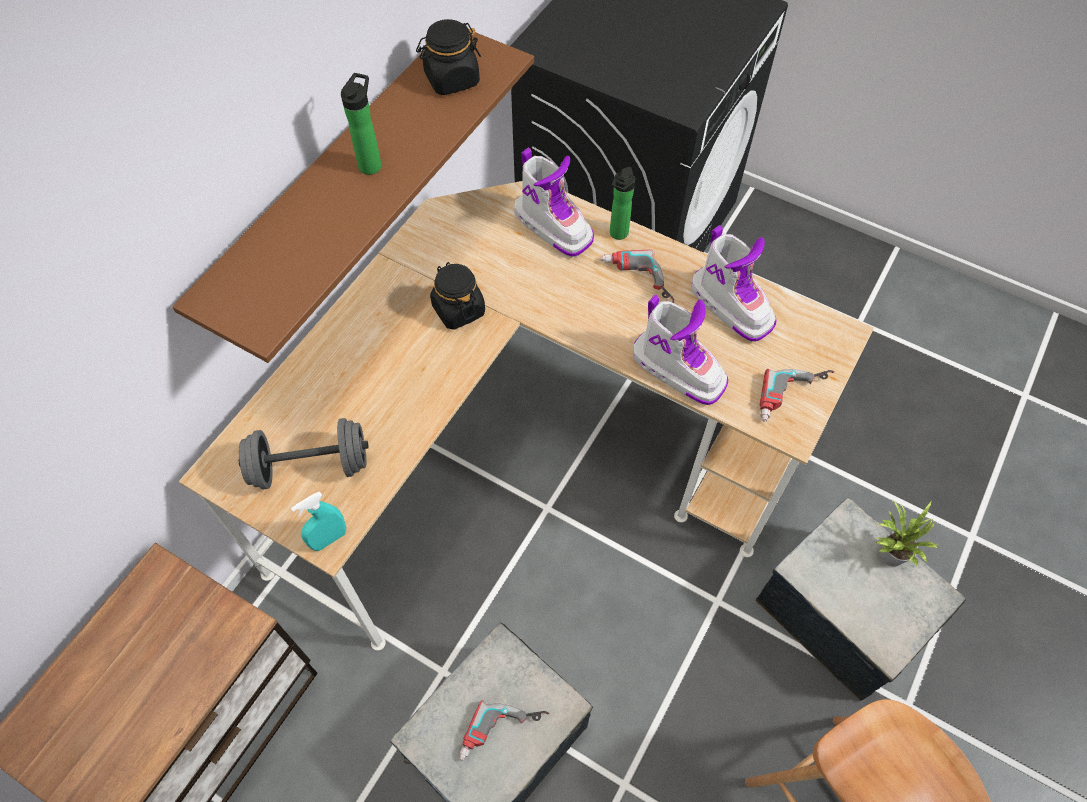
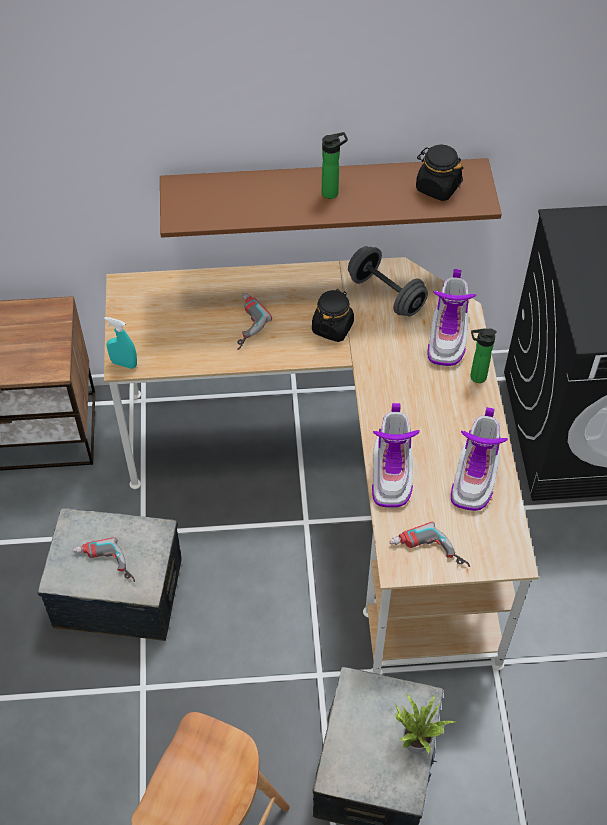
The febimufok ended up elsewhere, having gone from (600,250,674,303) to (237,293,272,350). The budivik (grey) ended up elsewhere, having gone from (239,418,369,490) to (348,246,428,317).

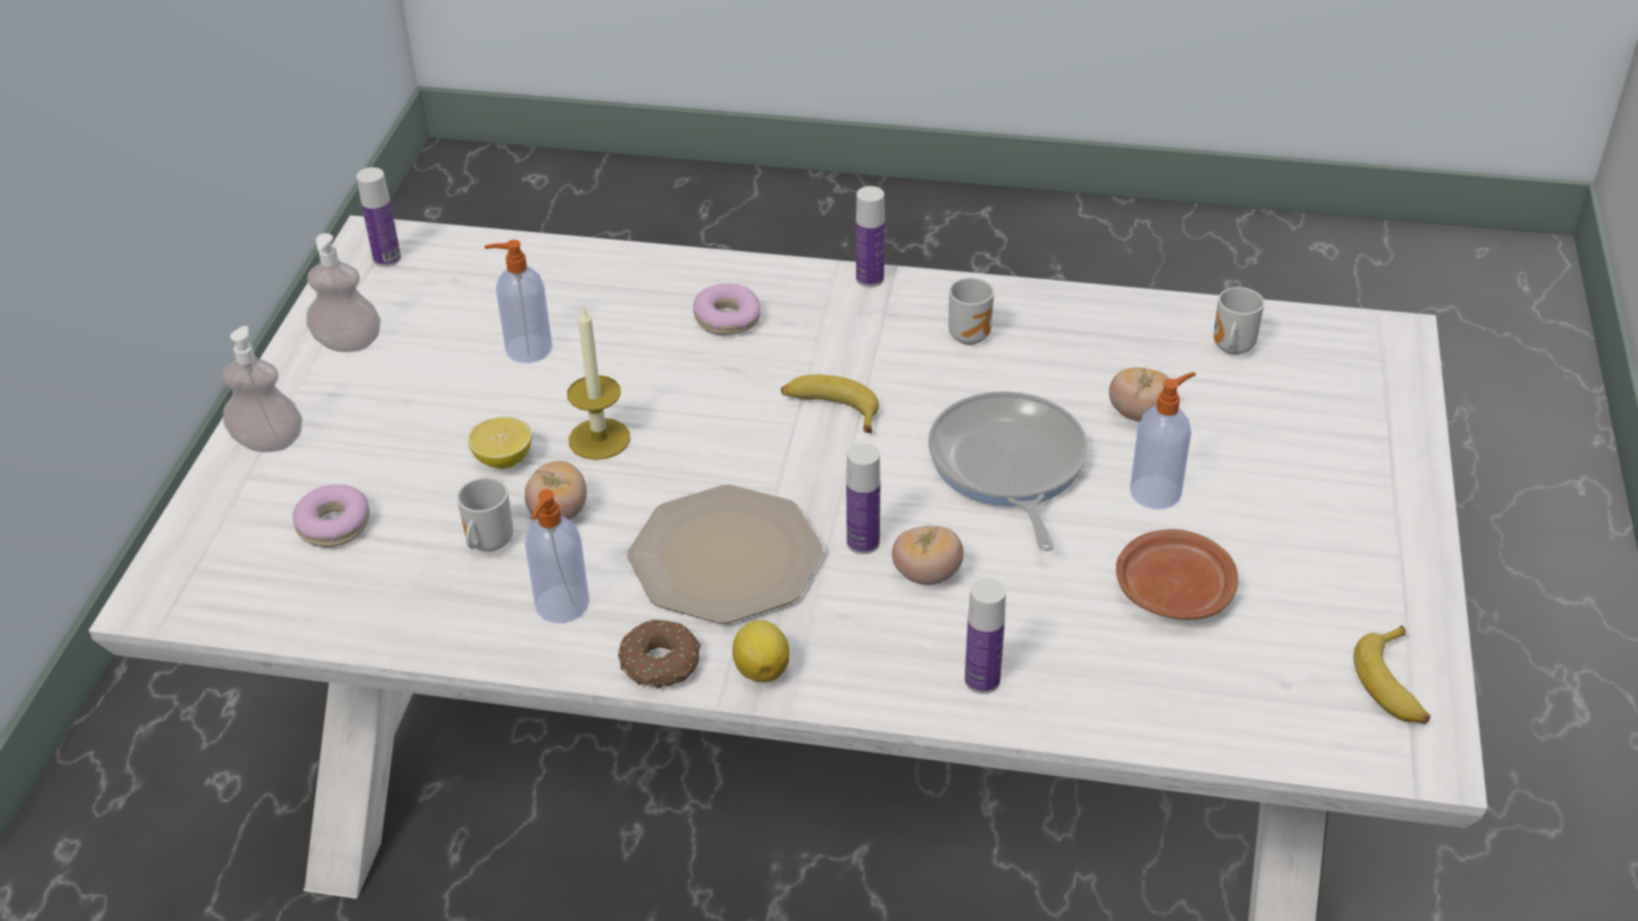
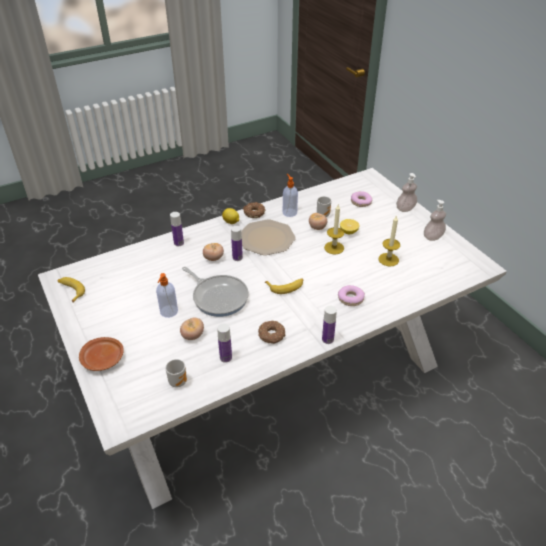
The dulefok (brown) ended up elsewhere, having gone from (1116,529,1238,620) to (79,337,124,371). The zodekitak ended up elsewhere, having gone from (356,167,401,267) to (217,323,232,363). Where the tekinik stood at (948,278,994,345), the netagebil came to stand at (258,321,285,344). Where the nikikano stood at (484,240,552,363), the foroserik came to stand at (378,215,400,267).

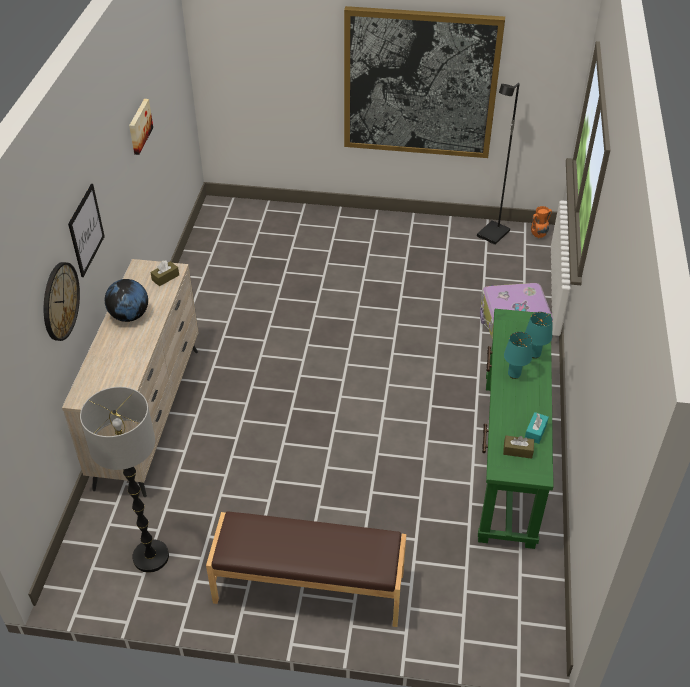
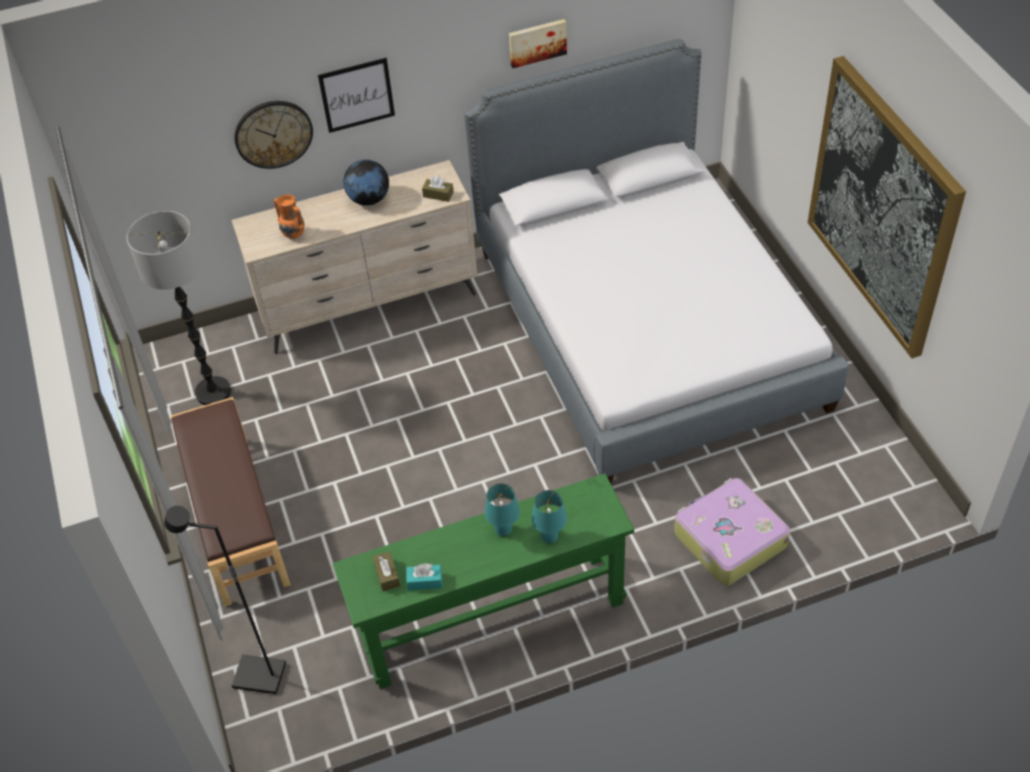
The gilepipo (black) ended up elsewhere, having gone from (477,83,520,245) to (164,506,286,694). The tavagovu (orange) ended up elsewhere, having gone from (531,206,552,239) to (274,194,305,239). The second view gained the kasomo at (464,39,848,484).

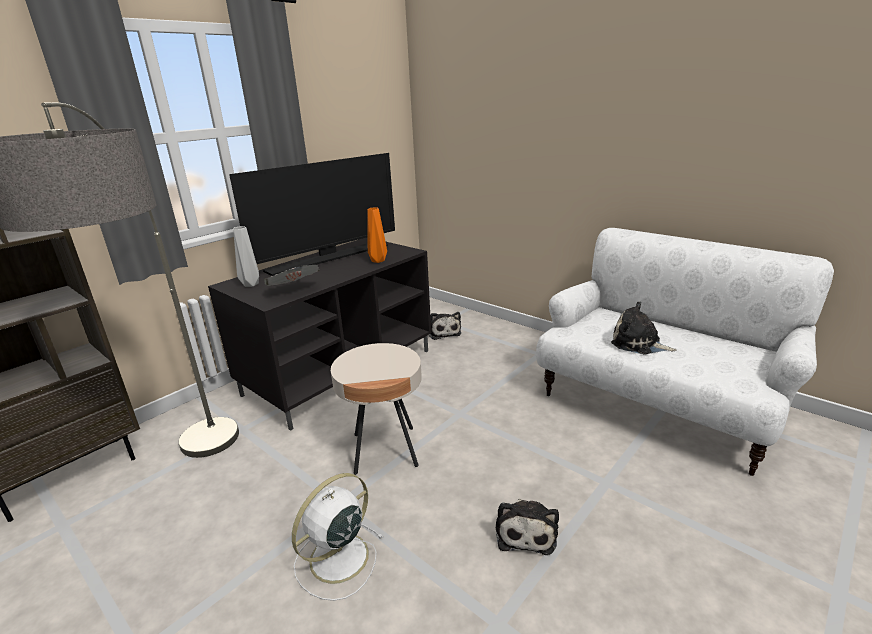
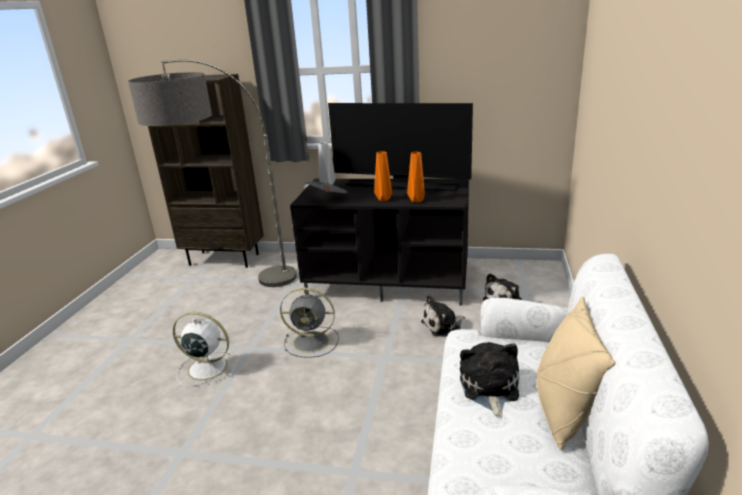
Where the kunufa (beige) stood at (331,343,422,475), the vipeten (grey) came to stand at (280,288,339,358). The second view gained the tavagovu (orange) at (374,151,392,201). The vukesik ended up elsewhere, having gone from (496,498,559,555) to (421,295,465,337). The second view gained the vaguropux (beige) at (536,297,616,450).

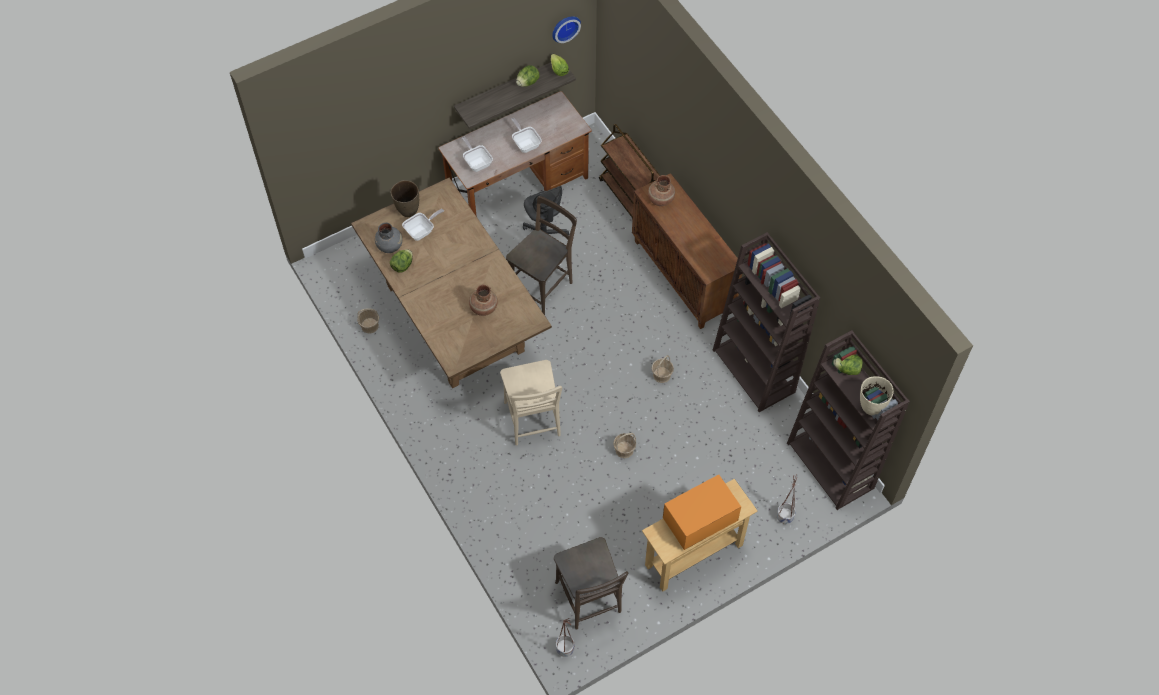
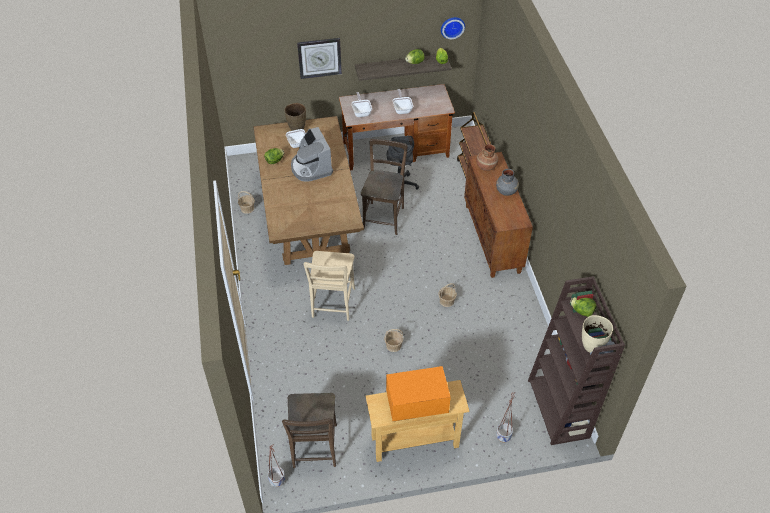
The second view gained the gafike at (291,127,333,182). The second view gained the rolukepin at (297,38,342,79). The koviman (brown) at (506,196,577,315) ended up facing another way, 45 degrees counterclockwise from before. The tavagovu (grey) ended up elsewhere, having gone from (375,223,403,253) to (496,169,519,196). The second view lost the tavagovu (brown) at (469,285,498,316). The second view lost the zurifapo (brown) at (713,232,820,412).

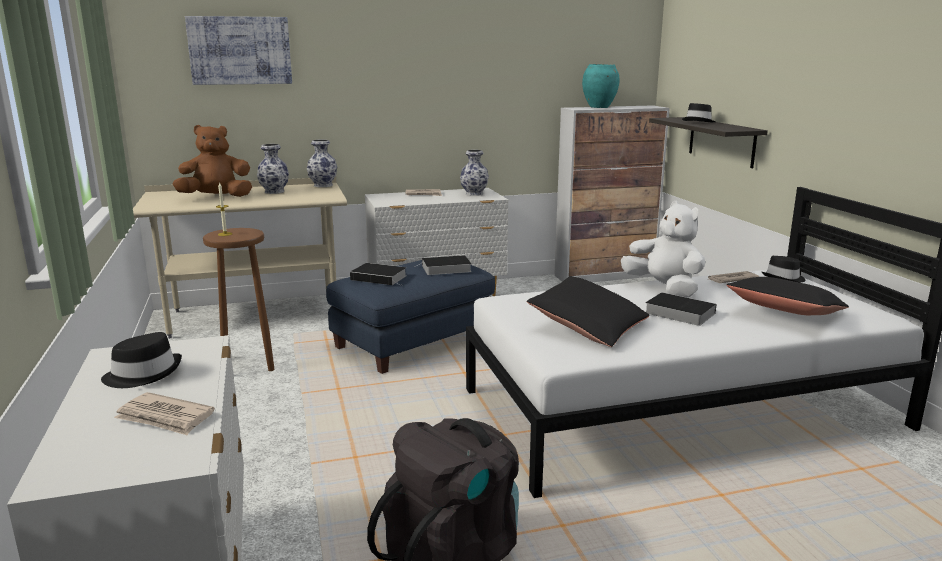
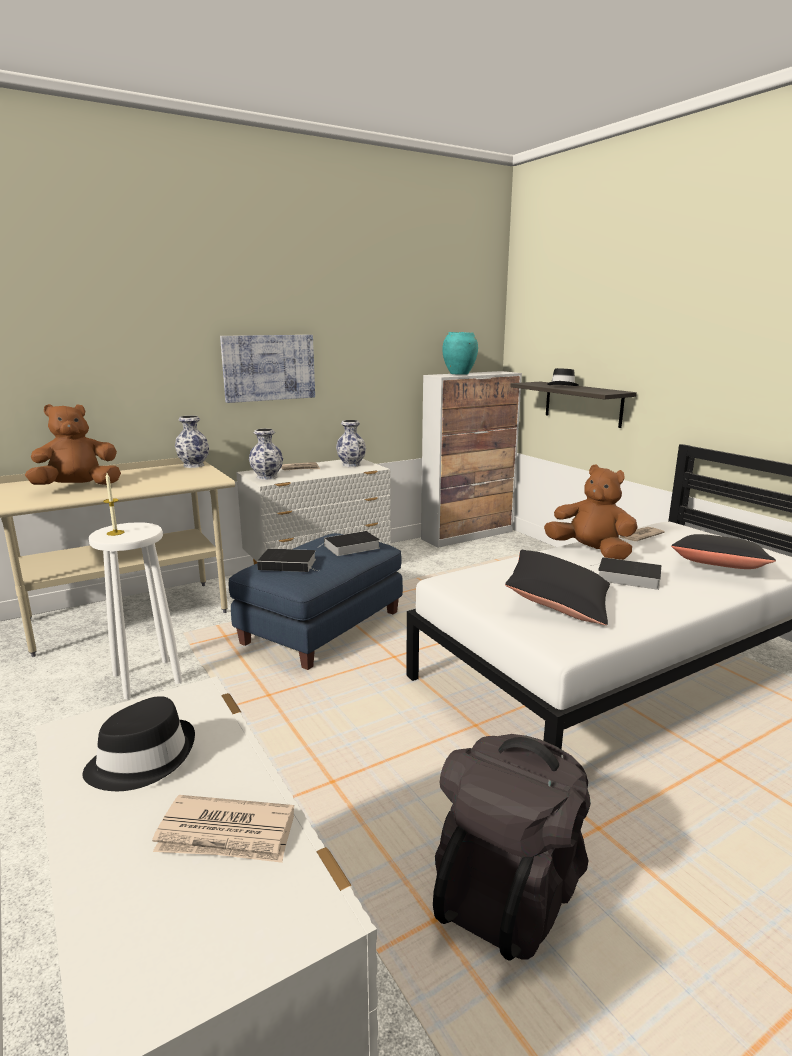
What was the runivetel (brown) at (203,228,275,371) turned into the runivetel (white) at (89,522,182,699). The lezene ended up elsewhere, having gone from (185,16,292,85) to (220,335,315,403). The tavagovu ended up elsewhere, having gone from (257,144,289,194) to (249,429,283,480). What was the vukesik (white) at (621,201,705,298) turned into the vukesik (brown) at (544,464,638,560). The second view lost the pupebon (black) at (762,256,806,283).

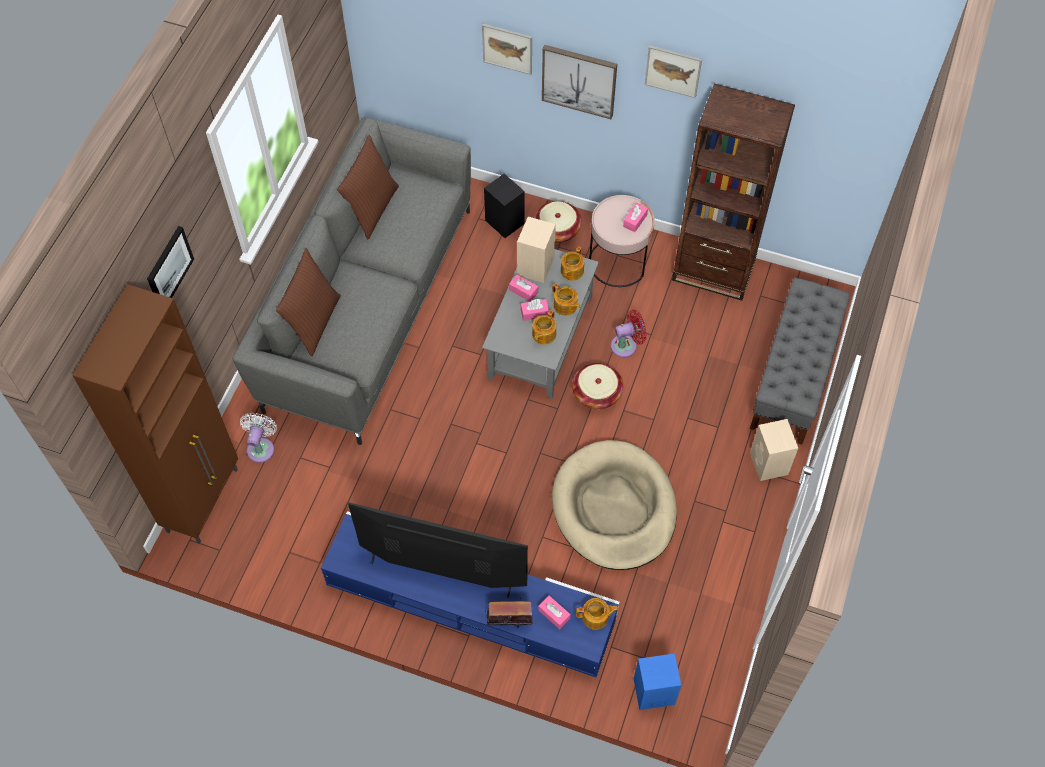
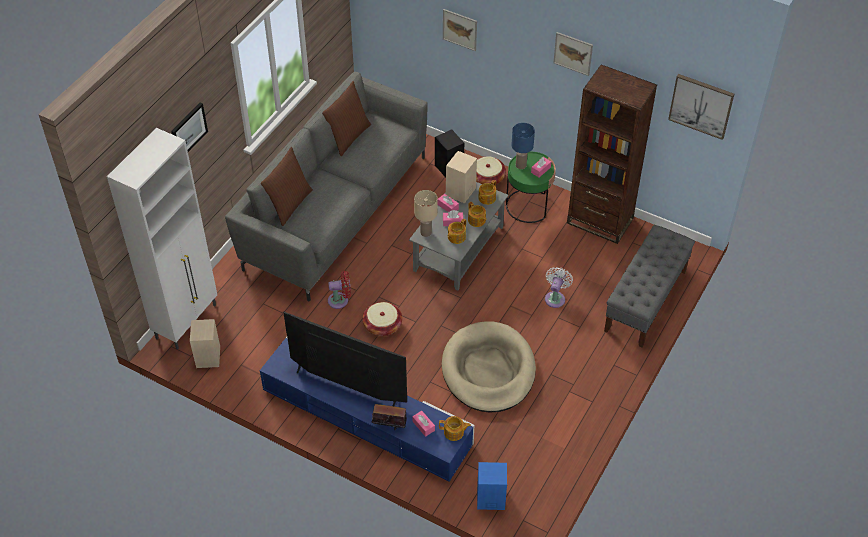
What was the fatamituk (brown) at (72,284,238,544) turned into the fatamituk (white) at (107,128,217,350). The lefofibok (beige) ended up elsewhere, having gone from (750,419,798,481) to (190,319,220,368). The vipeten (red) ended up elsewhere, having gone from (611,310,647,358) to (328,271,351,309). The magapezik ended up elsewhere, having gone from (572,363,623,409) to (363,302,402,337). The second view gained the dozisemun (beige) at (414,190,437,237). What was the kunufa (pink) at (589,195,655,287) turned into the kunufa (green) at (506,152,556,223). The second view gained the dozisemun (blue) at (511,123,535,169). The vipeten (white) ended up elsewhere, having gone from (240,413,277,463) to (545,267,573,308). The lezene ended up elsewhere, having gone from (542,45,617,119) to (668,74,734,140).

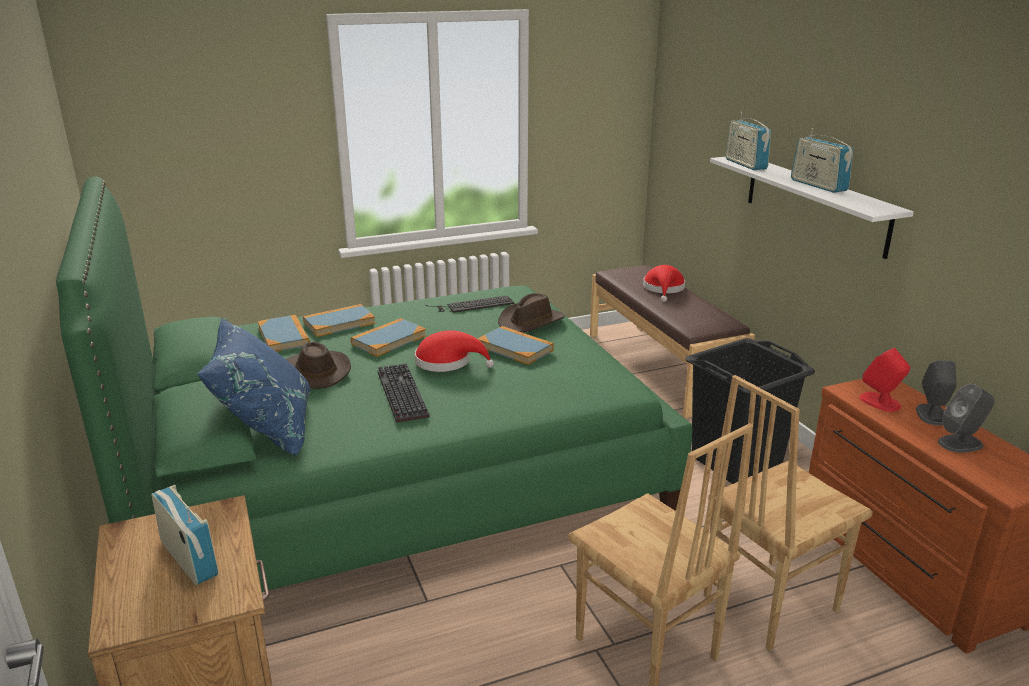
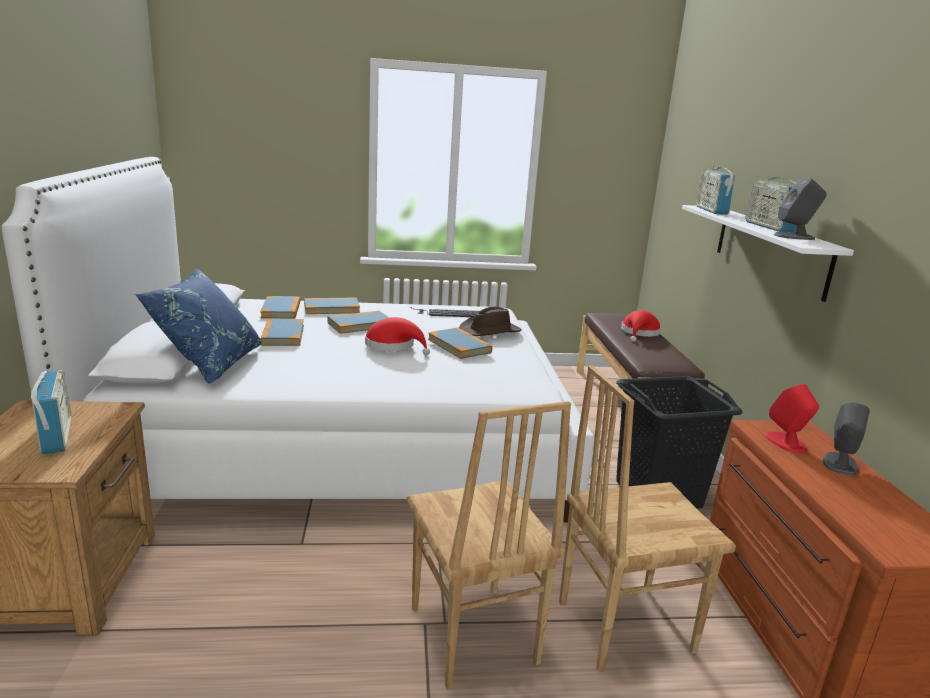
What was the kasomo (green) at (56,177,693,592) turned into the kasomo (white) at (2,157,594,522). Where the pupebon (brown) stood at (286,342,351,389), the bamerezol came to stand at (260,319,304,346). The lefofibok (grey) ended up elsewhere, having gone from (938,384,995,453) to (774,177,827,240). The second view lost the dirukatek at (378,363,430,423).

